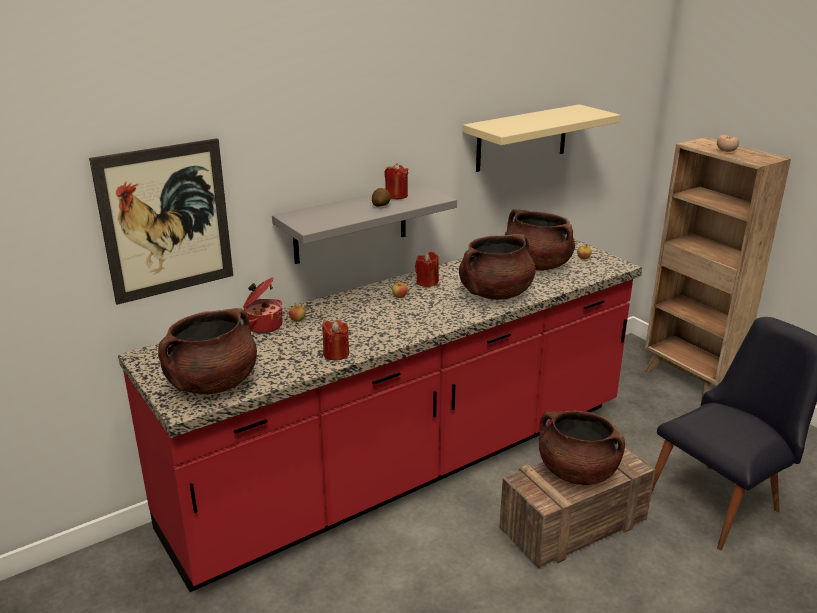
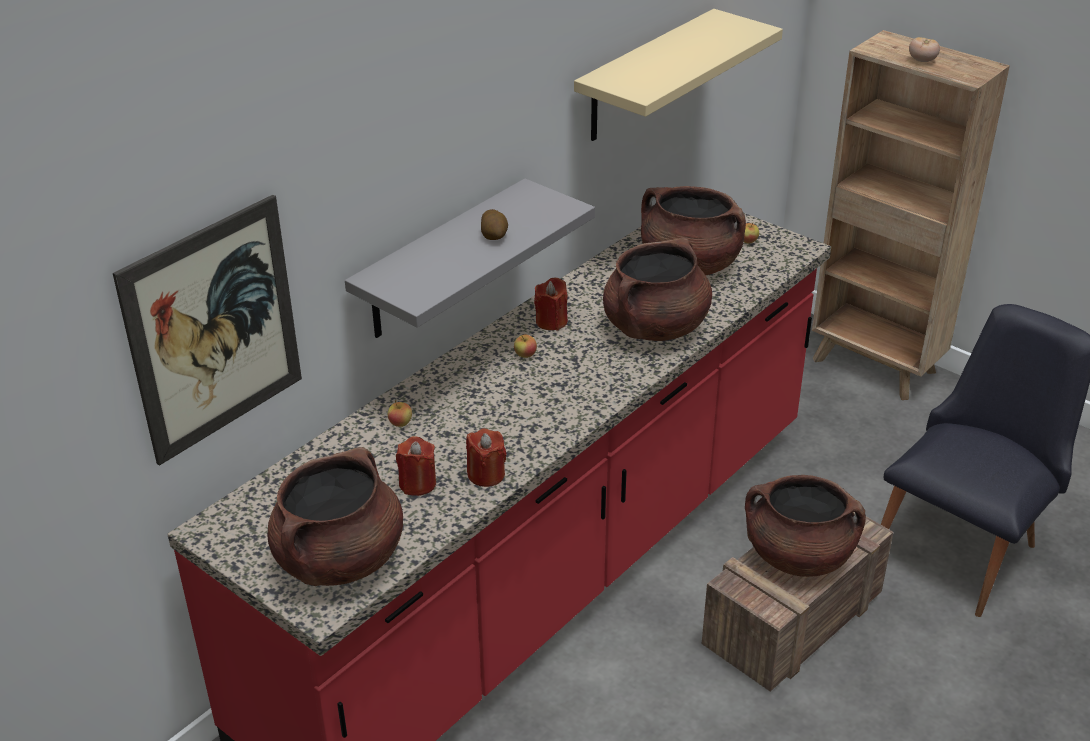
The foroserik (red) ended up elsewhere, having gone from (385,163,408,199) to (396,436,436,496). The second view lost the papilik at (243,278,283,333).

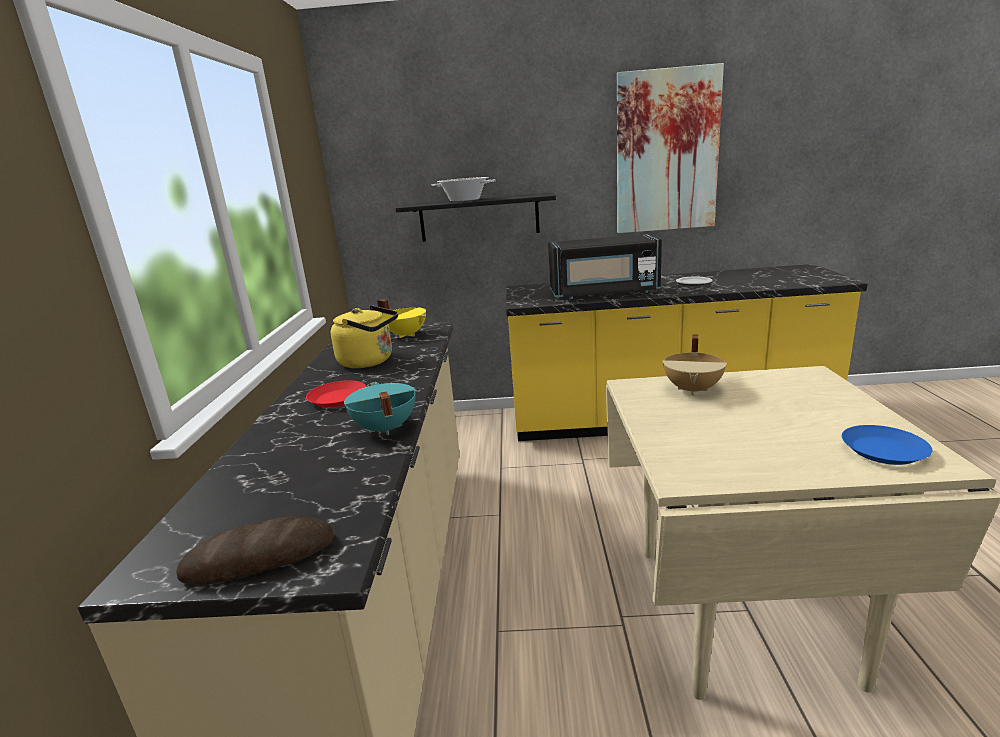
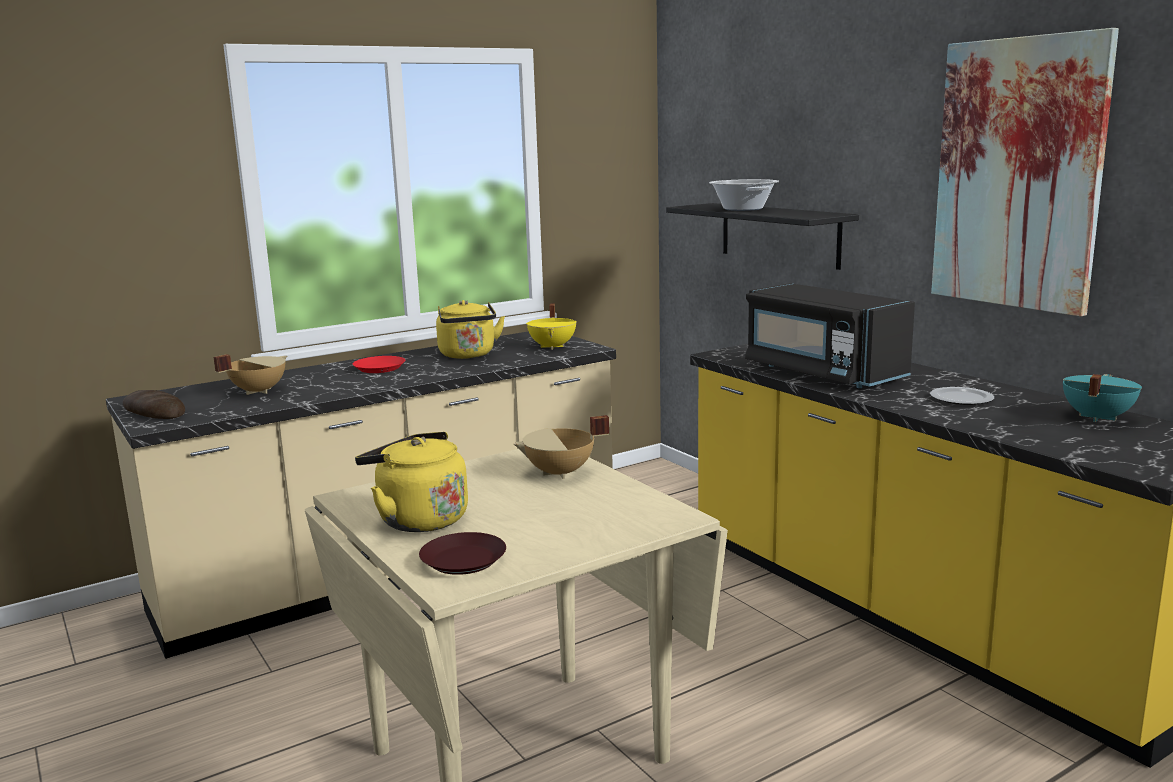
The second view gained the papilik (beige) at (214,354,287,395). The second view gained the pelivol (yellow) at (355,432,468,532). What was the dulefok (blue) at (842,425,932,465) turned into the dulefok (brown) at (419,532,506,575). The papilik (turquoise) ended up elsewhere, having gone from (344,382,415,435) to (1063,374,1142,422).

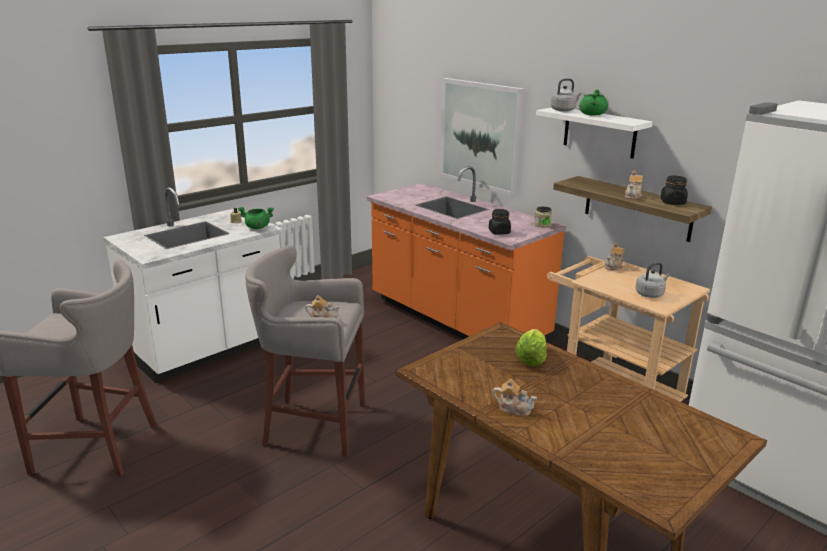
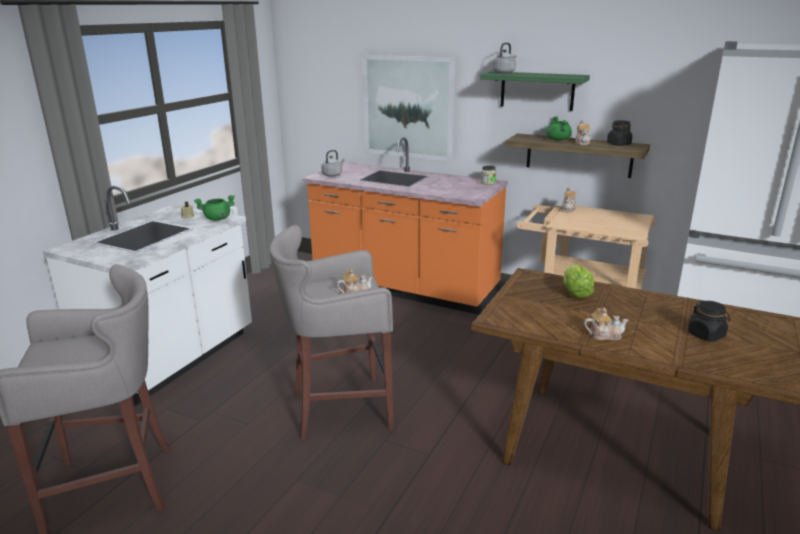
The pelivol (grey) ended up elsewhere, having gone from (635,262,670,298) to (321,150,344,177). What was the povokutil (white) at (536,108,653,159) turned into the povokutil (green) at (480,71,590,111). The papilik (green) ended up elsewhere, having gone from (579,89,608,116) to (546,116,572,140). The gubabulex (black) ended up elsewhere, having gone from (489,209,511,235) to (688,300,730,342).

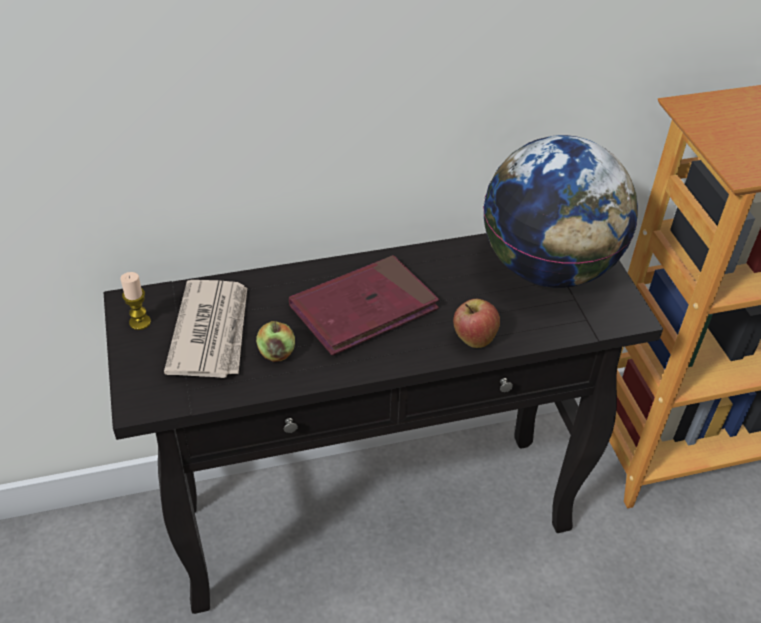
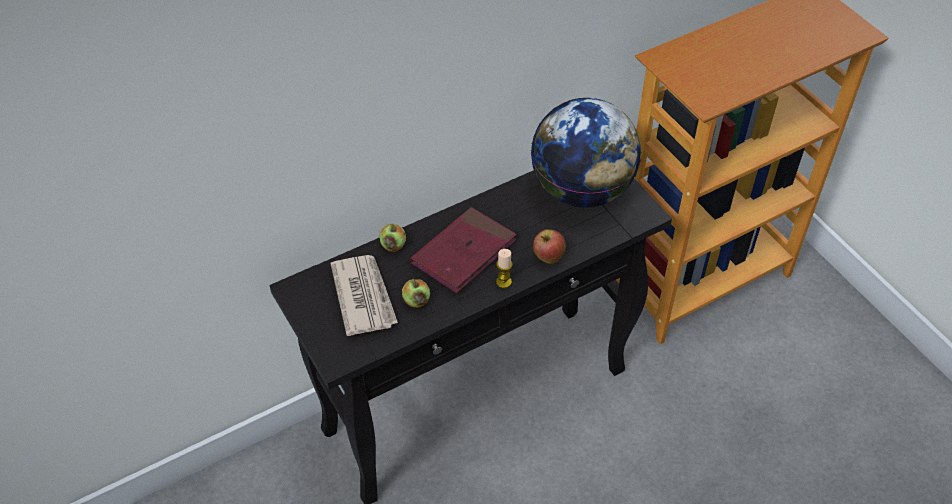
The second view gained the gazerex at (380,224,406,252). The foroserik ended up elsewhere, having gone from (120,272,151,330) to (496,249,513,288).

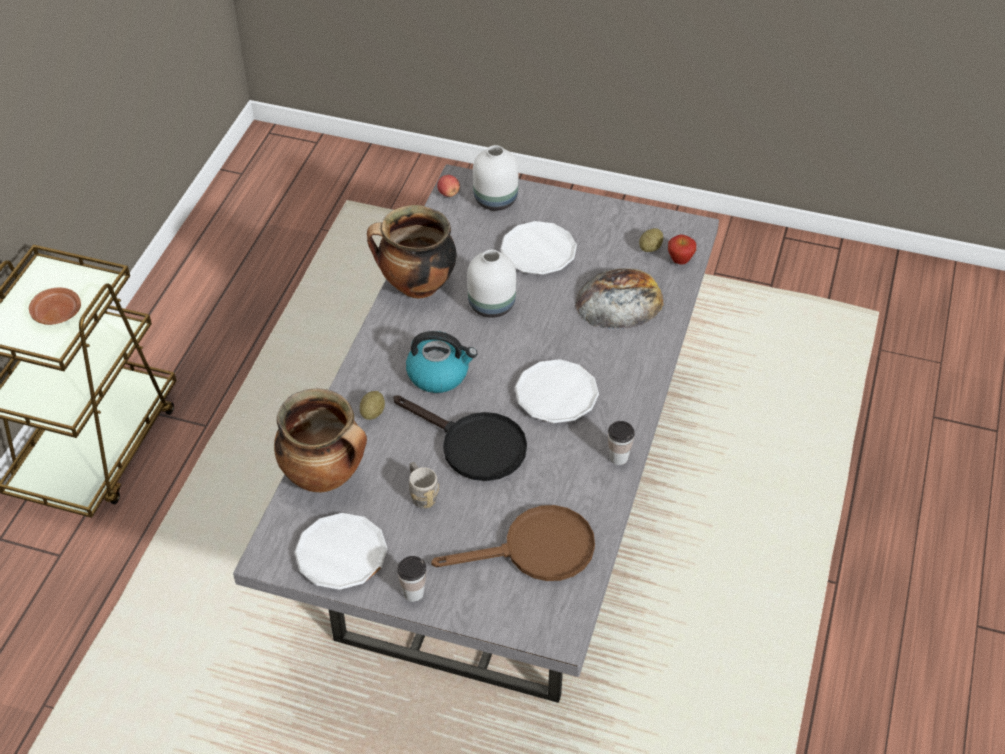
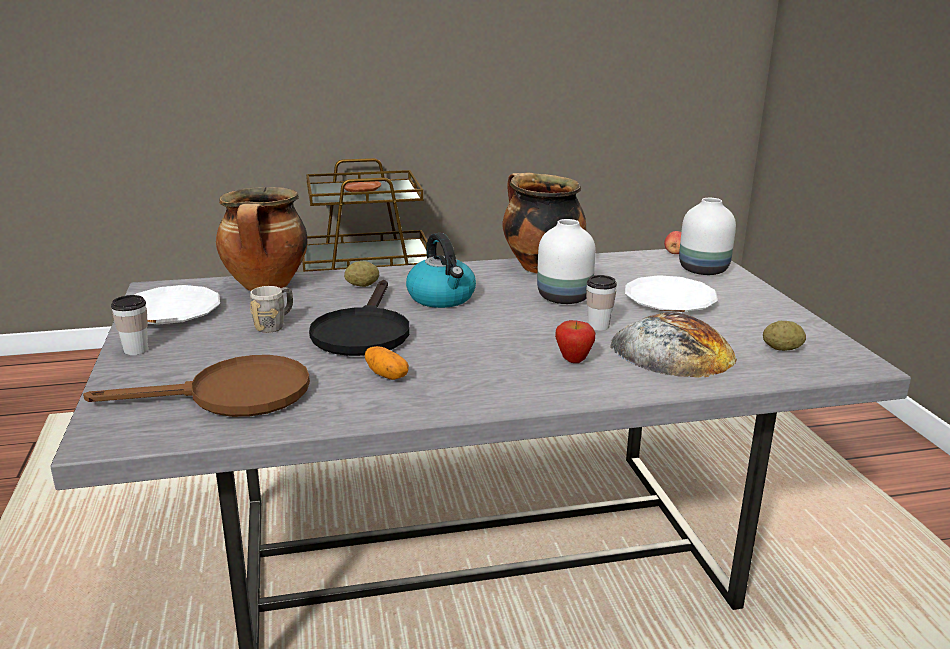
The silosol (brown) at (431,505,595,581) ended up facing another way, 60 degrees counterclockwise from before. The second view gained the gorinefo at (365,346,409,380). The gazerex ended up elsewhere, having gone from (668,235,696,264) to (555,320,595,363). The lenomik ended up elsewhere, having gone from (608,421,635,465) to (586,275,617,331). The second view lost the dulefok (white) at (515,359,599,423).

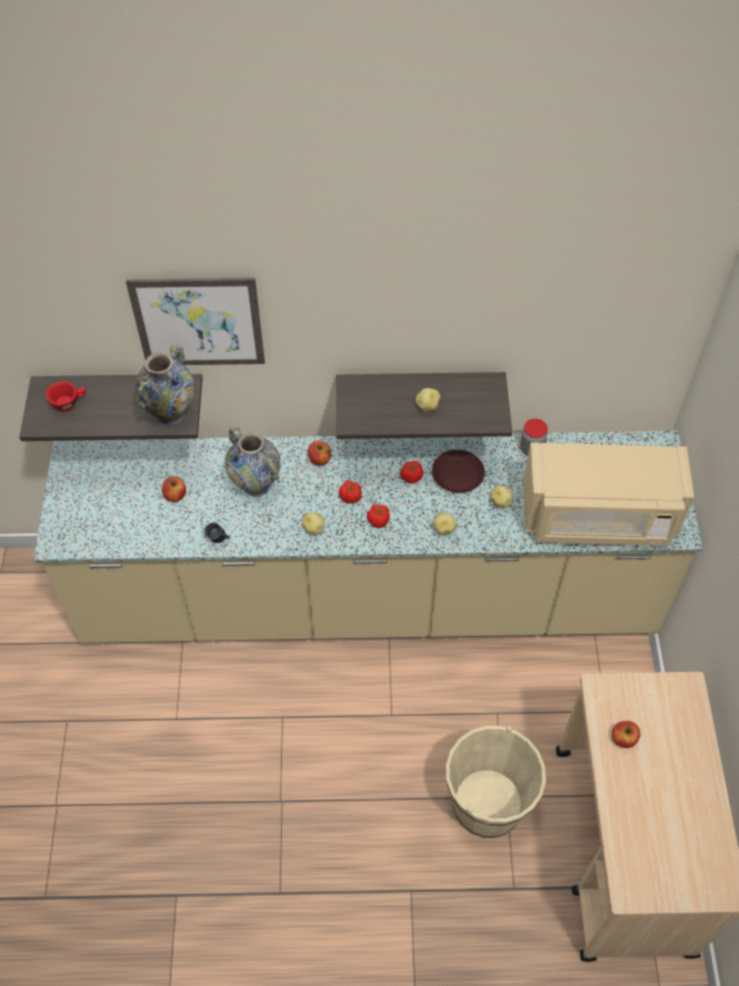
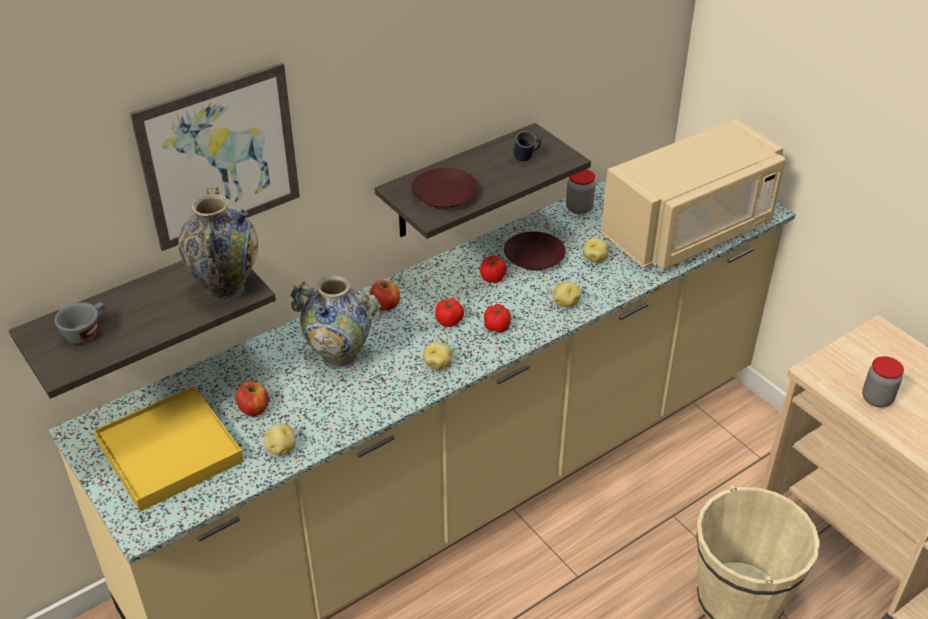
What was the lenomik (red) at (46,381,86,412) turned into the lenomik (grey) at (55,302,105,344). The second view gained the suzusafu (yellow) at (94,386,244,512). The gorinefo ended up elsewhere, having gone from (416,388,440,411) to (264,424,296,456). The second view gained the dulefok (brown) at (411,168,478,208). The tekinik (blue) ended up elsewhere, having gone from (204,522,230,543) to (513,131,542,161). Where the gazerex stood at (612,721,641,748), the gubabulex came to stand at (862,356,904,407).

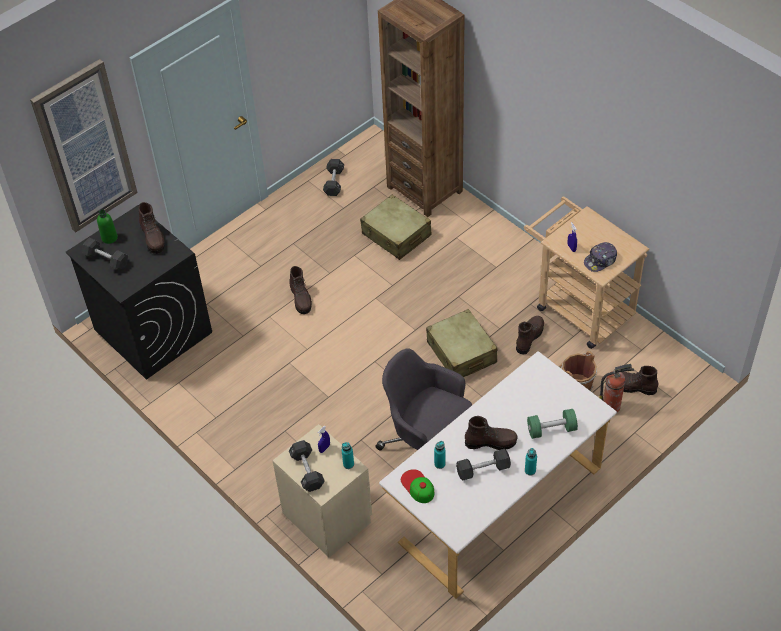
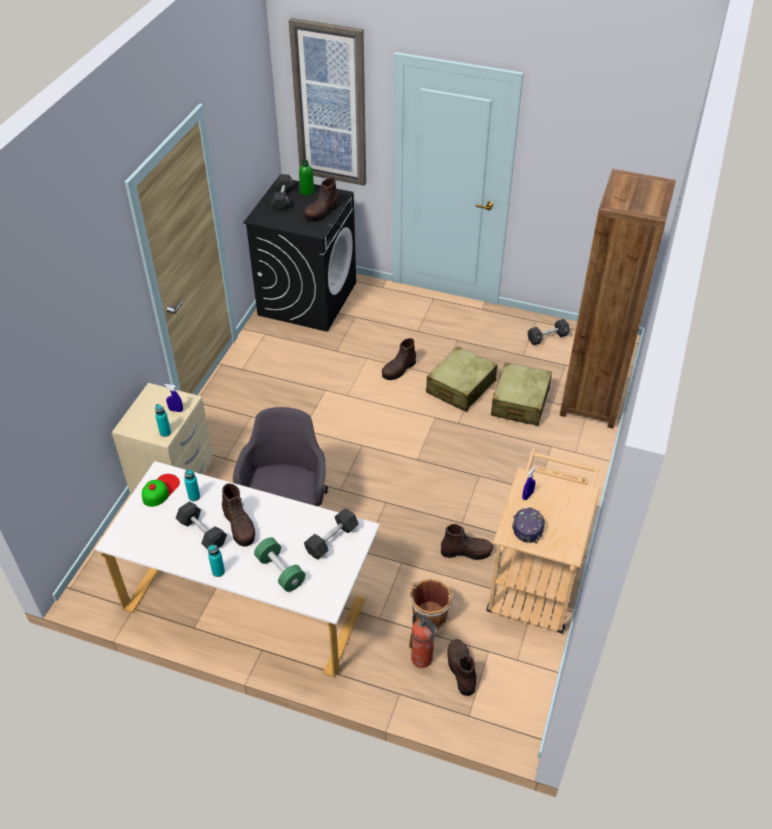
The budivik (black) ended up elsewhere, having gone from (289,440,325,492) to (304,508,359,559). The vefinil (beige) ended up elsewhere, having gone from (426,309,497,377) to (426,346,497,412). The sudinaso at (584,242,617,272) ended up facing another way, 75 degrees clockwise from before.

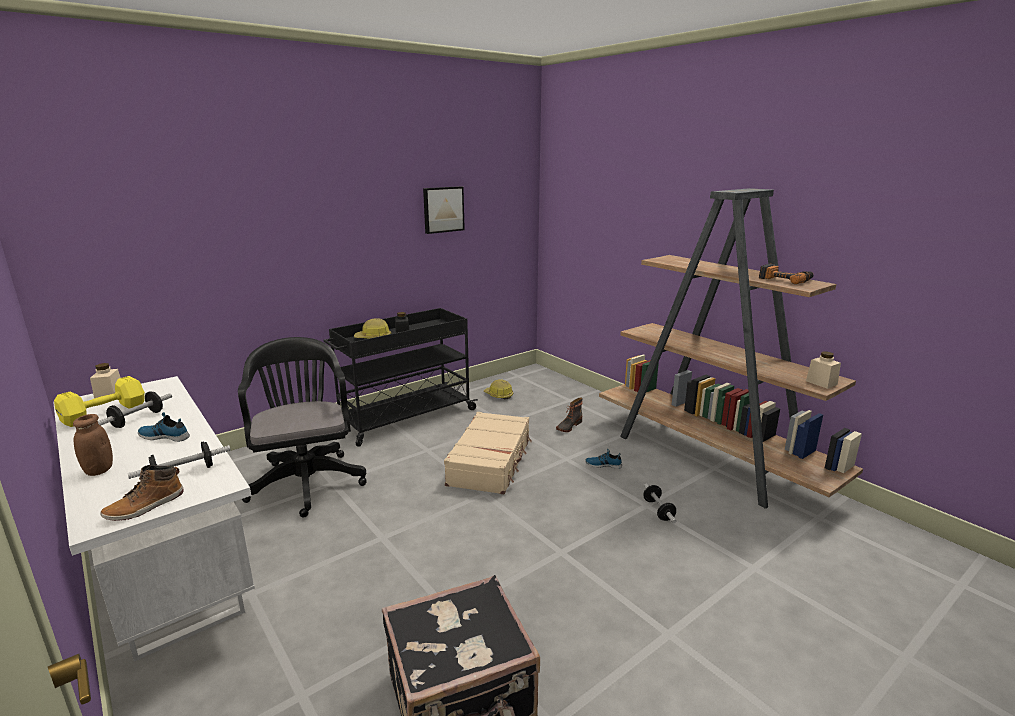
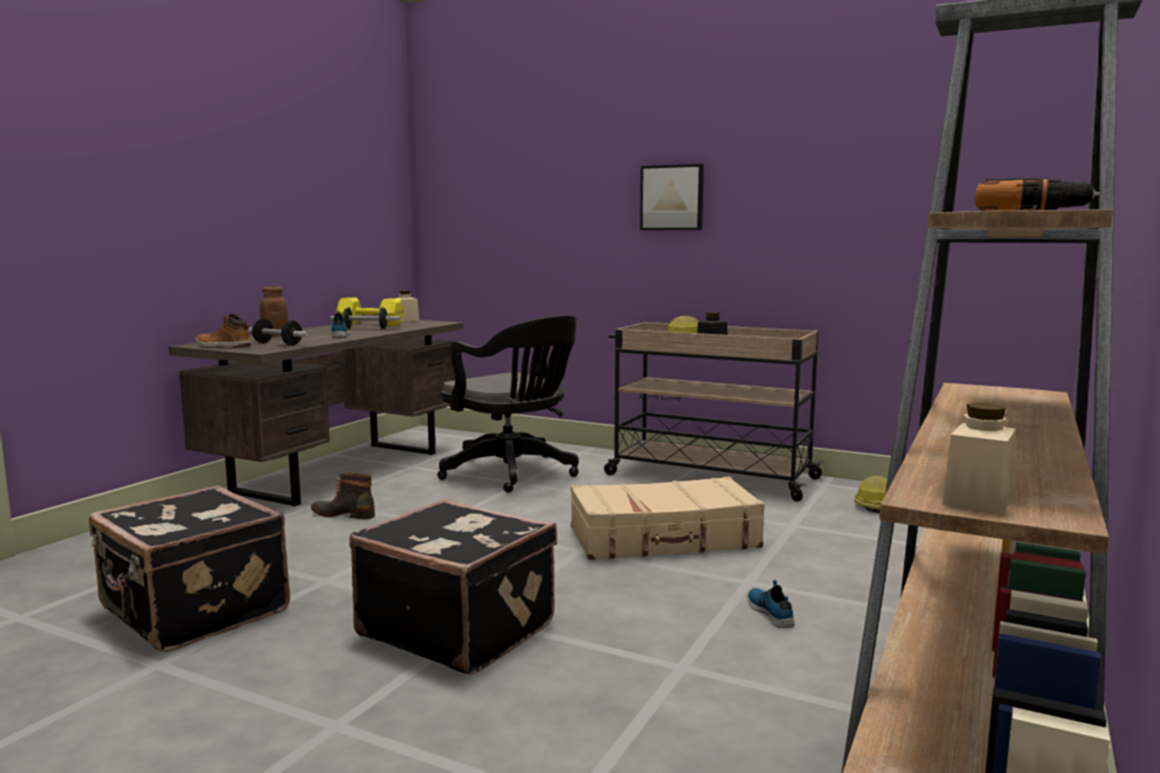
What was the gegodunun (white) at (53,376,255,662) turned into the gegodunun (brown) at (169,320,463,507). The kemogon ended up elsewhere, having gone from (556,397,582,432) to (311,473,375,519). The second view gained the vefinil (black) at (349,499,557,675). The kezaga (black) at (238,337,366,518) ended up facing another way, 90 degrees clockwise from before. What was the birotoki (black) at (324,308,478,447) turned into the birotoki (beige) at (604,322,825,501). The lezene ended up elsewhere, having gone from (423,186,465,234) to (640,164,704,230). The second view lost the budivik at (643,484,676,523).

